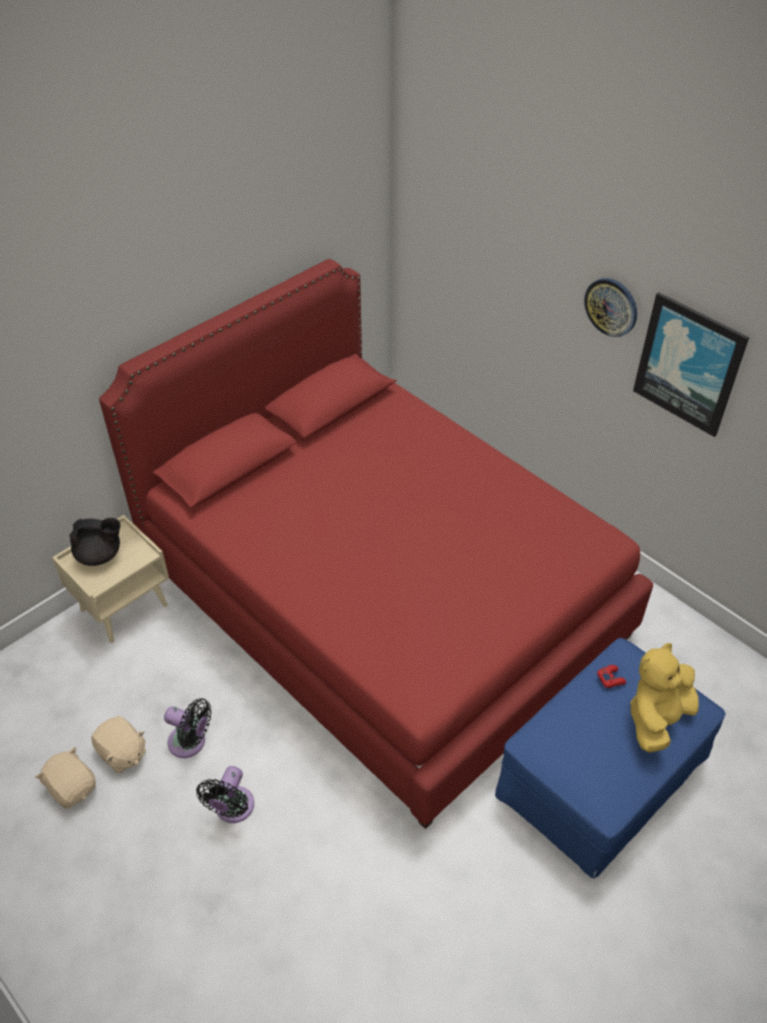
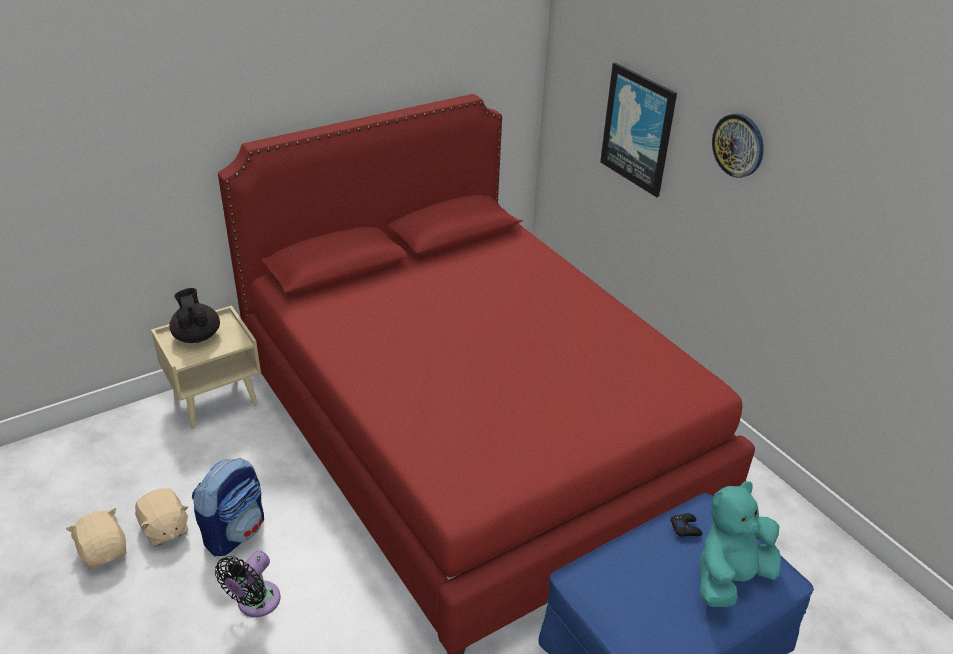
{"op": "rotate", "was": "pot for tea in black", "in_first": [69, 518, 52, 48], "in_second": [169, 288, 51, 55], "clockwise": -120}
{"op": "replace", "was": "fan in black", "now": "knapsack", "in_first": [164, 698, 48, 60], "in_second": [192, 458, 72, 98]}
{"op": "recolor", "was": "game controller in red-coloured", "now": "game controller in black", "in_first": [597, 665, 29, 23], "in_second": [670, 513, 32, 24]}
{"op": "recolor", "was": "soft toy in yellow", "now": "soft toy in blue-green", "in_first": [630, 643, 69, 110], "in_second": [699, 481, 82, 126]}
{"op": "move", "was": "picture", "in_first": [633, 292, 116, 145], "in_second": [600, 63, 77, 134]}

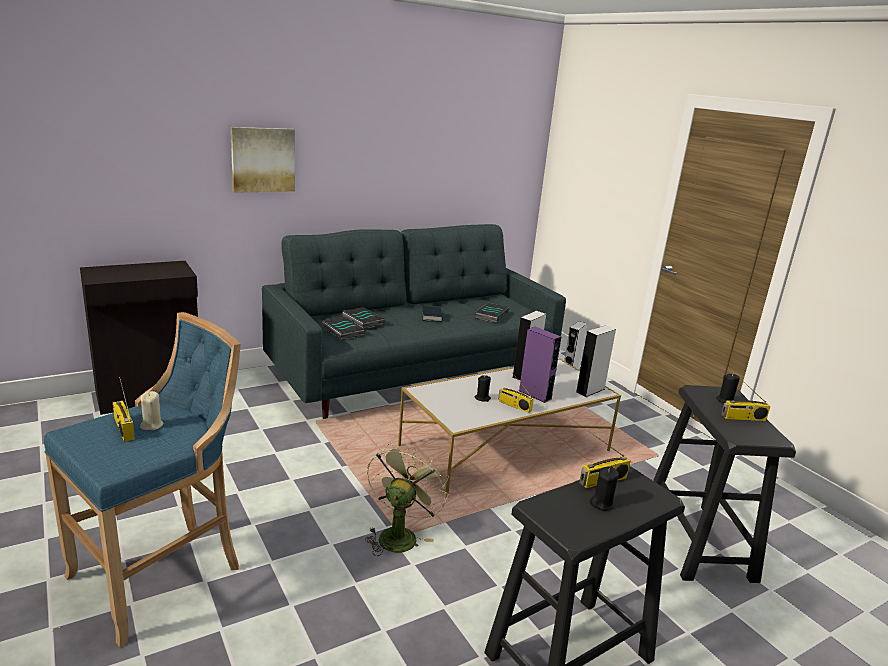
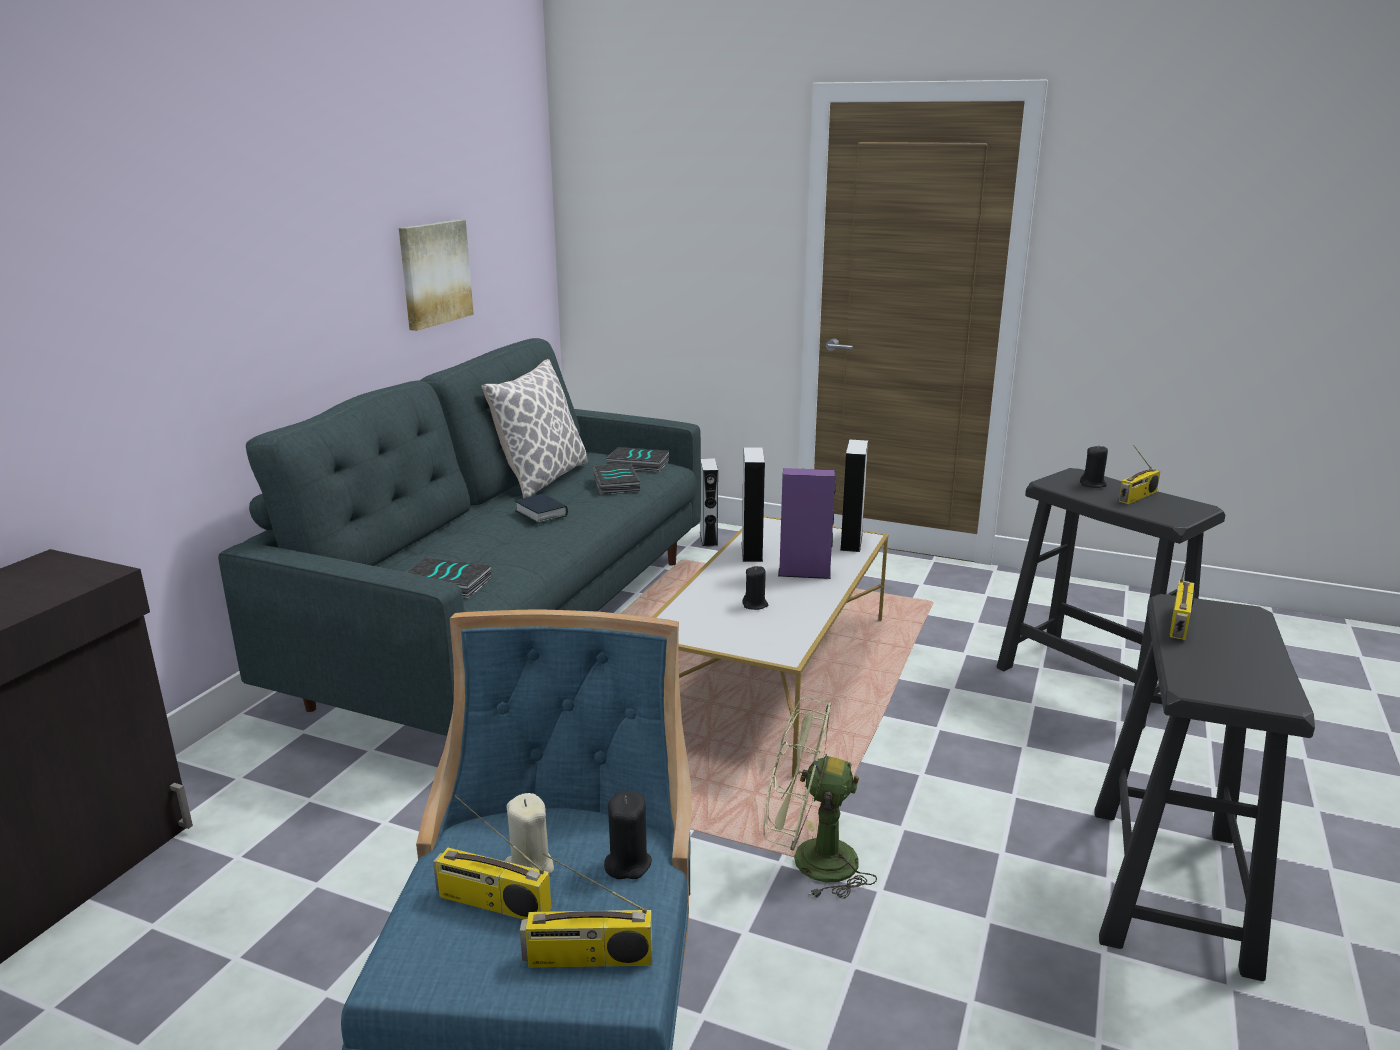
{"op": "move", "was": "picture", "in_first": [231, 127, 64, 66], "in_second": [399, 220, 75, 111]}
{"op": "move", "was": "volume", "in_first": [343, 307, 41, 22], "in_second": [606, 447, 63, 25]}
{"op": "rotate", "was": "fan in greenish", "in_first": [365, 443, 84, 113], "in_second": [764, 697, 113, 202], "clockwise": -60}
{"op": "move", "was": "radio receiver", "in_first": [498, 370, 36, 43], "in_second": [520, 853, 132, 115]}
{"op": "move", "was": "candle in black", "in_first": [590, 467, 29, 44], "in_second": [604, 791, 48, 88]}
{"op": "insert", "now": "cushion", "in_second": [481, 359, 106, 139]}

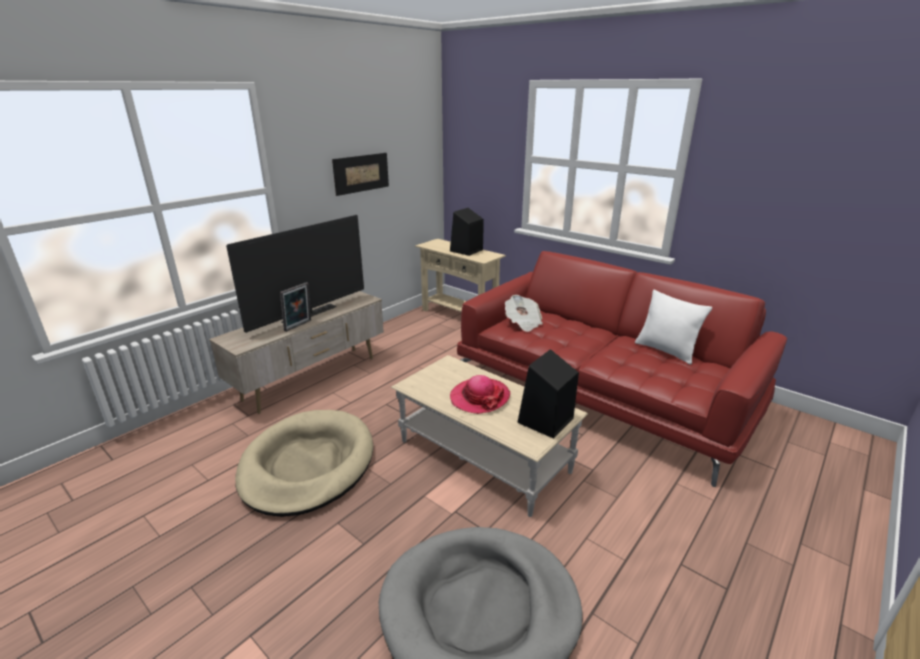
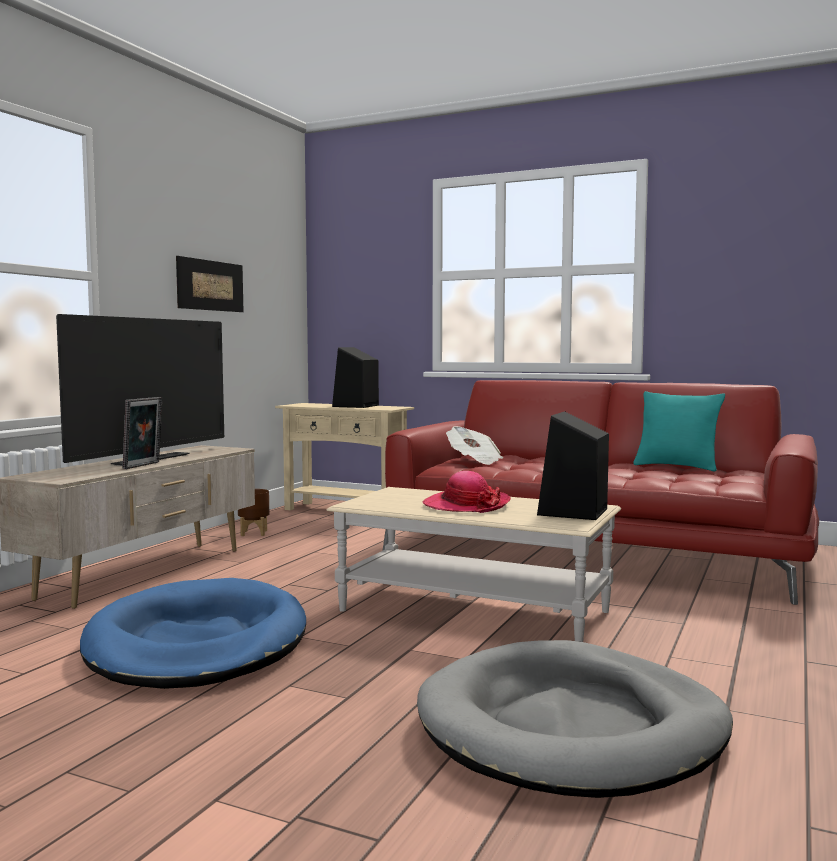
{"op": "recolor", "was": "pet bed in sand-coloured", "now": "pet bed in blue-coloured", "in_first": [235, 410, 138, 107], "in_second": [80, 578, 226, 111]}
{"op": "recolor", "was": "cushion in whitish", "now": "cushion in blue-green", "in_first": [635, 290, 77, 75], "in_second": [633, 391, 92, 81]}
{"op": "insert", "now": "flower pot in brown", "in_second": [238, 489, 31, 47]}

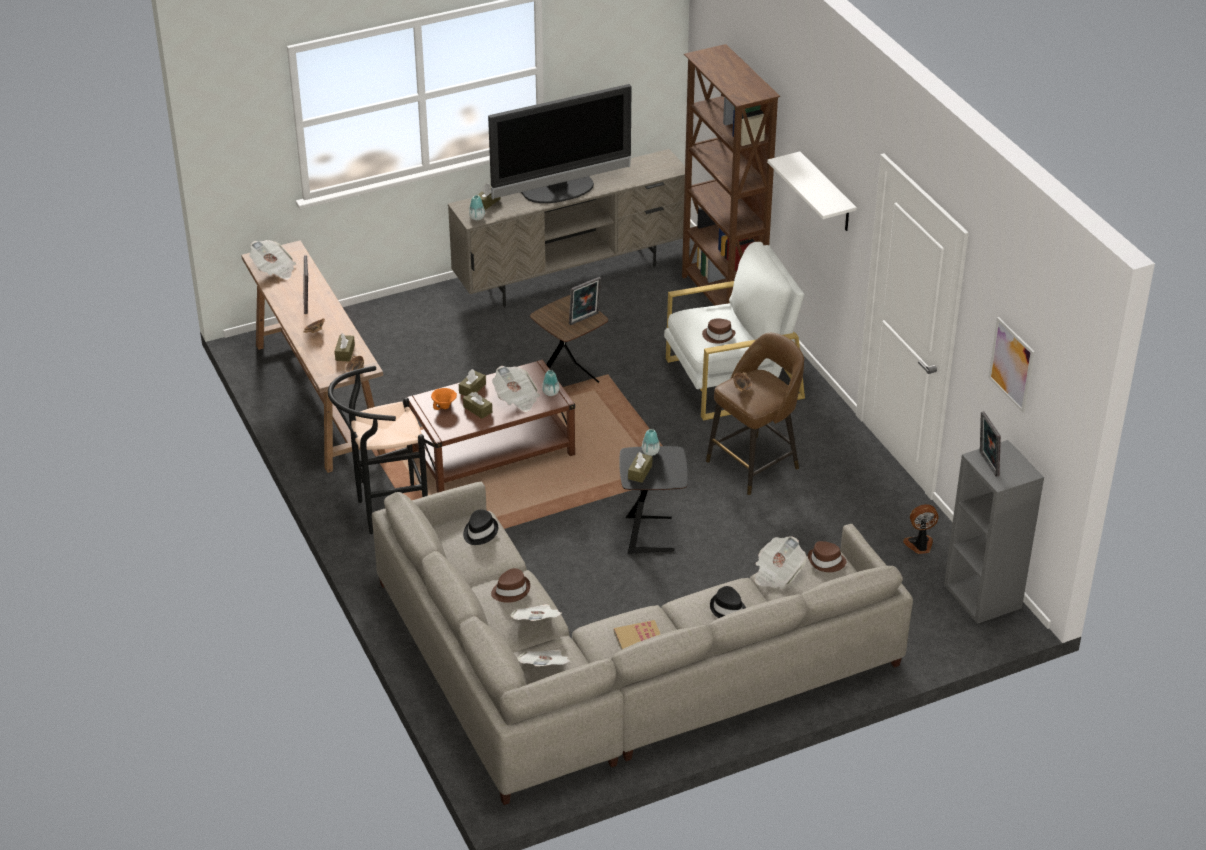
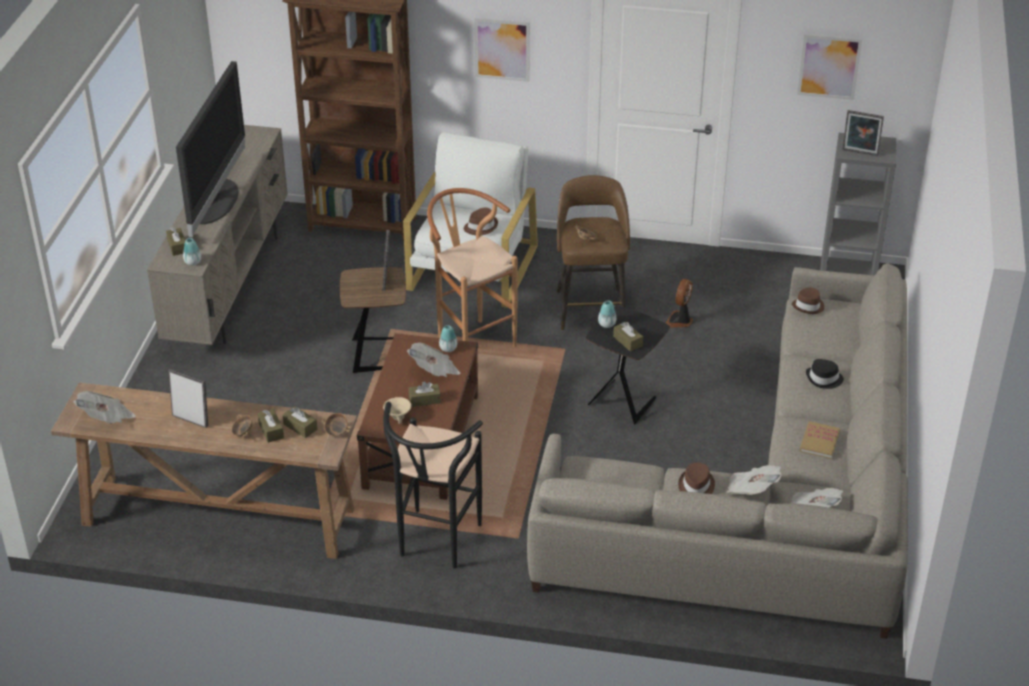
{"op": "recolor", "was": "bowl in orange-coloured", "now": "bowl in sand-coloured", "in_first": [431, 388, 26, 22], "in_second": [383, 397, 28, 27]}
{"op": "move", "was": "tissue holder in brown", "in_first": [459, 369, 27, 27], "in_second": [258, 409, 26, 34]}
{"op": "delete", "was": "clothing hat in black", "in_first": [463, 510, 35, 35]}
{"op": "delete", "was": "newspaper", "in_first": [754, 536, 52, 53]}
{"op": "replace", "was": "shelf in whitish", "now": "picture", "in_first": [767, 151, 90, 80], "in_second": [475, 18, 55, 64]}
{"op": "move", "was": "fan", "in_first": [903, 504, 35, 50], "in_second": [666, 279, 27, 49]}
{"op": "insert", "now": "sitting stool in brown", "in_second": [427, 188, 91, 159]}

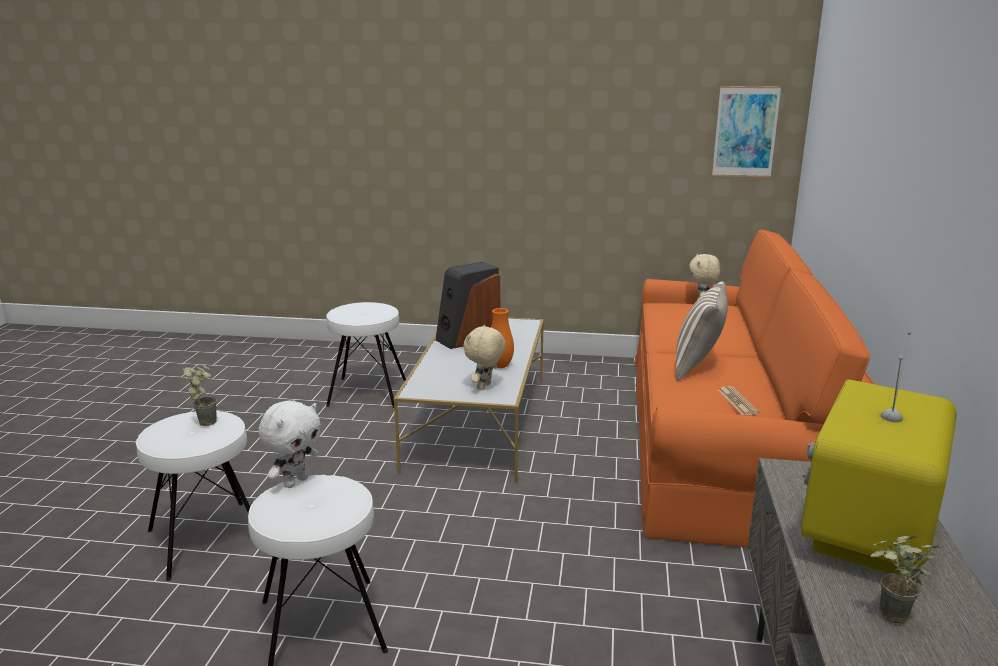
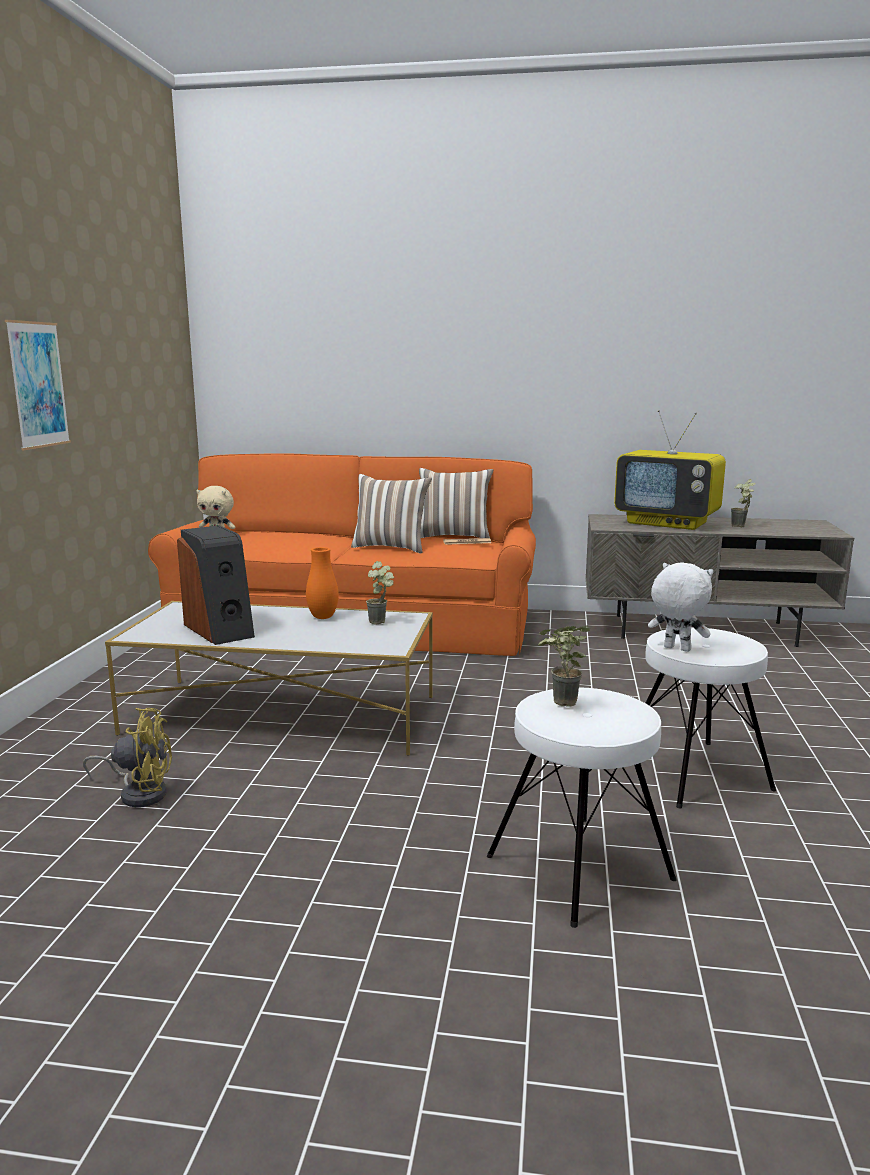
{"op": "replace", "was": "sitting stool in whitish", "now": "fan in yellow", "in_first": [326, 302, 80, 106], "in_second": [83, 708, 89, 99]}
{"op": "replace", "was": "soft toy in sand-coloured", "now": "plant in a pot", "in_first": [464, 325, 42, 65], "in_second": [366, 561, 28, 64]}
{"op": "move", "was": "picture", "in_first": [712, 86, 69, 91], "in_second": [5, 320, 66, 130]}
{"op": "insert", "now": "cushion", "in_second": [419, 468, 74, 70]}

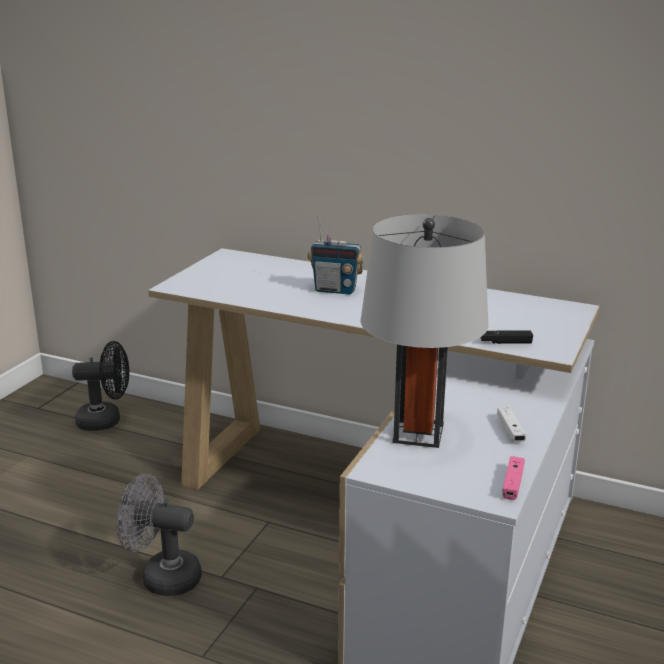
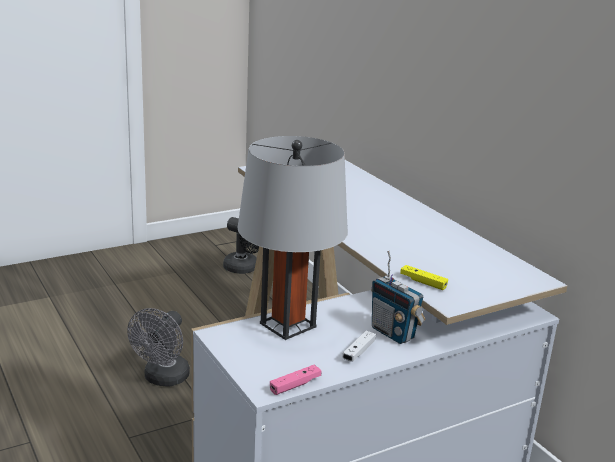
{"op": "rotate", "was": "fan in greyish", "in_first": [117, 474, 85, 122], "in_second": [127, 308, 63, 79], "clockwise": -120}
{"op": "move", "was": "radio receiver", "in_first": [308, 216, 56, 78], "in_second": [371, 251, 55, 93]}
{"op": "recolor", "was": "game controller in black", "now": "game controller in yellow", "in_first": [480, 331, 53, 13], "in_second": [400, 265, 48, 25]}

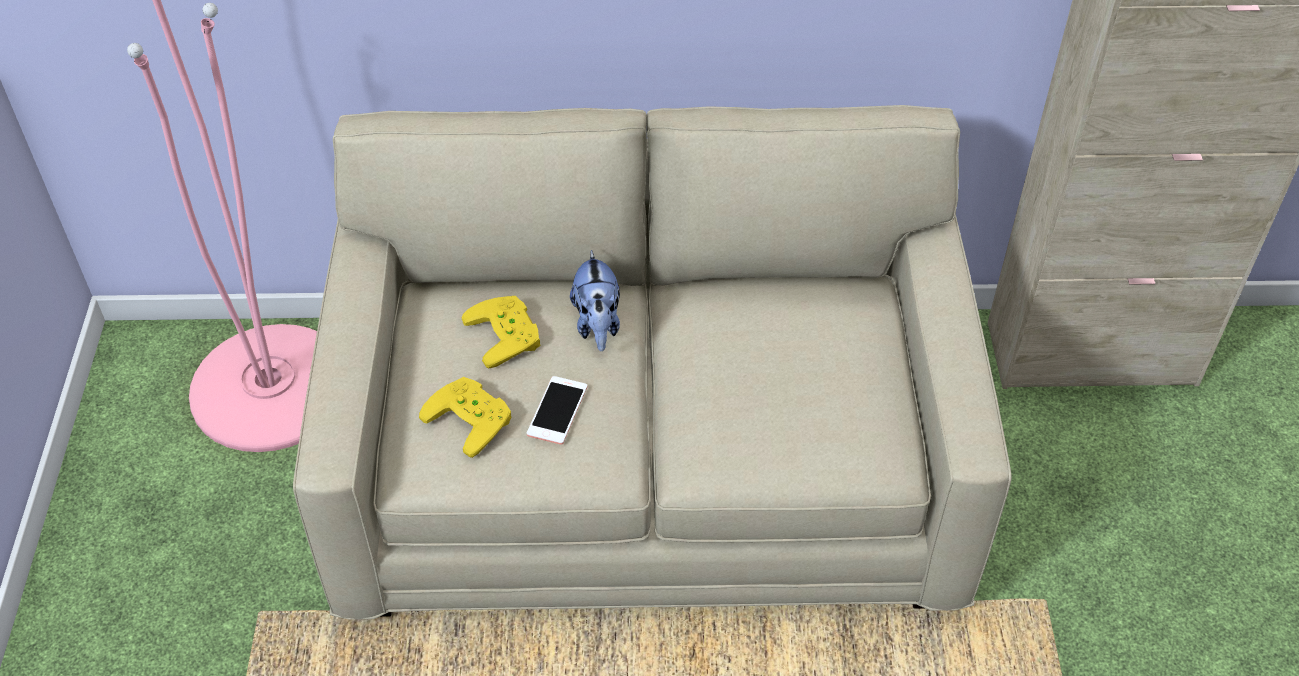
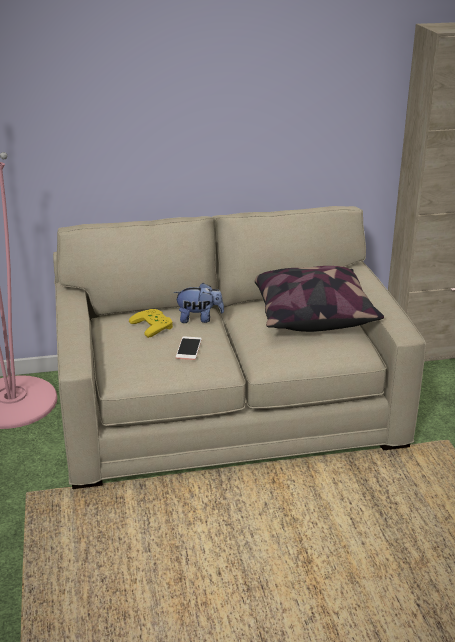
{"op": "delete", "was": "game controller in yellow", "in_first": [419, 377, 93, 81]}
{"op": "rotate", "was": "soft toy", "in_first": [570, 250, 50, 101], "in_second": [174, 283, 50, 40], "clockwise": -75}
{"op": "insert", "now": "cushion", "in_second": [255, 266, 129, 66]}

